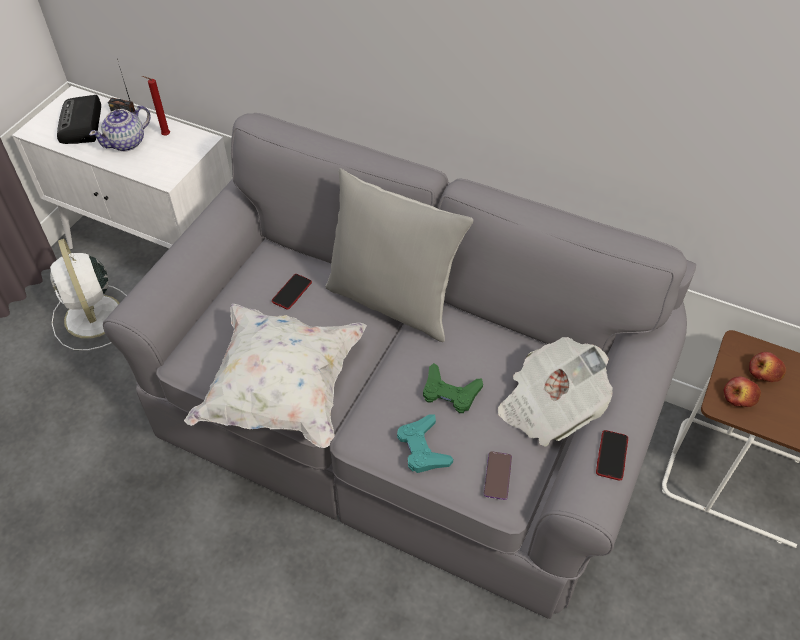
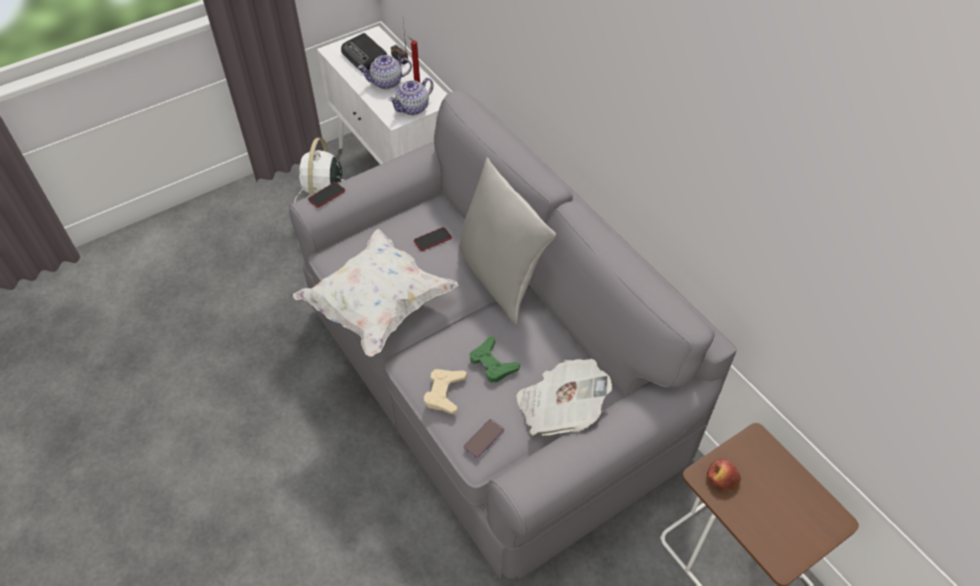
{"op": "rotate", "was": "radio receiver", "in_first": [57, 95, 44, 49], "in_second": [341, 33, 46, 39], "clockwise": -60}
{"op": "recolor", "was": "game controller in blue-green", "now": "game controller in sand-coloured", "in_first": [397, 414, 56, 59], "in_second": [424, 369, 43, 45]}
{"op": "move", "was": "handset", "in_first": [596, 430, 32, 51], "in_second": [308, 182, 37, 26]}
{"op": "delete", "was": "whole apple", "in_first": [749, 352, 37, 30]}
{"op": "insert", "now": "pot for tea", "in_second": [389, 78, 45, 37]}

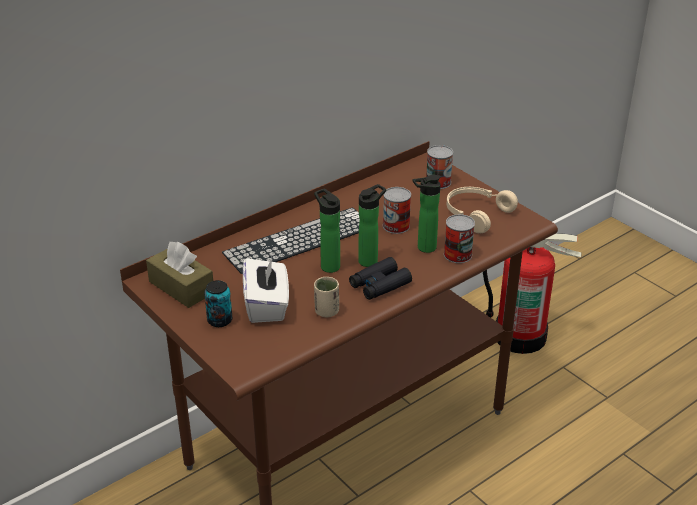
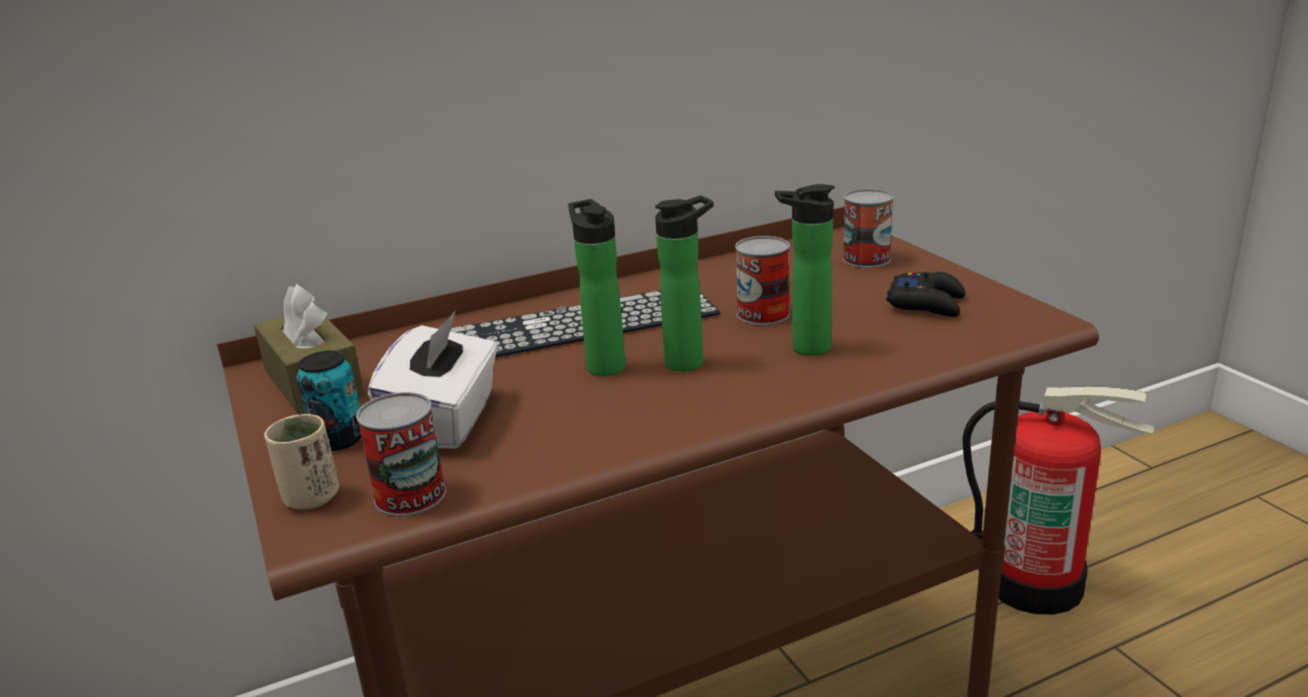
{"op": "move", "was": "cup in sand-coloured", "in_first": [314, 277, 25, 41], "in_second": [264, 414, 75, 96]}
{"op": "delete", "was": "binoculars in black", "in_first": [349, 257, 63, 43]}
{"op": "move", "was": "sealed can", "in_first": [444, 214, 31, 49], "in_second": [356, 392, 90, 124]}
{"op": "replace", "was": "headphones in sand-coloured", "now": "game controller in black", "in_first": [447, 187, 71, 46], "in_second": [887, 272, 78, 45]}

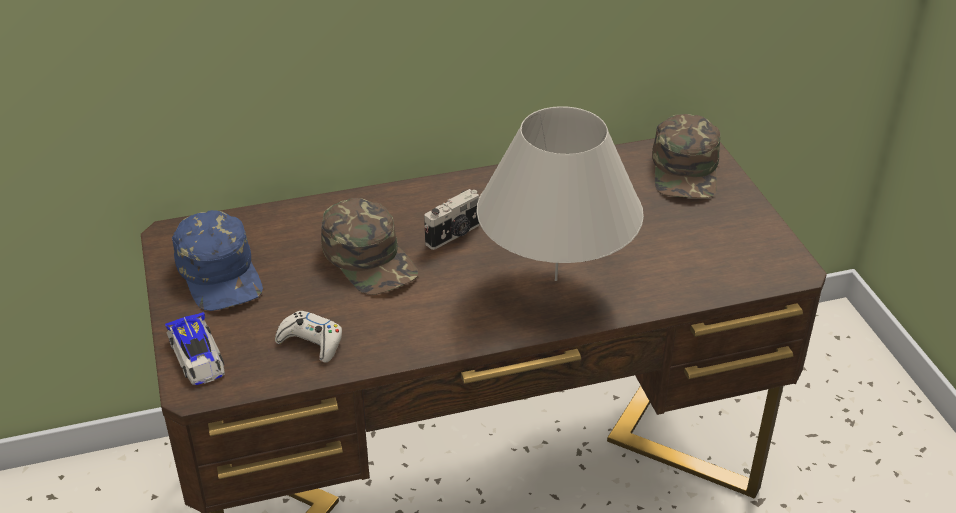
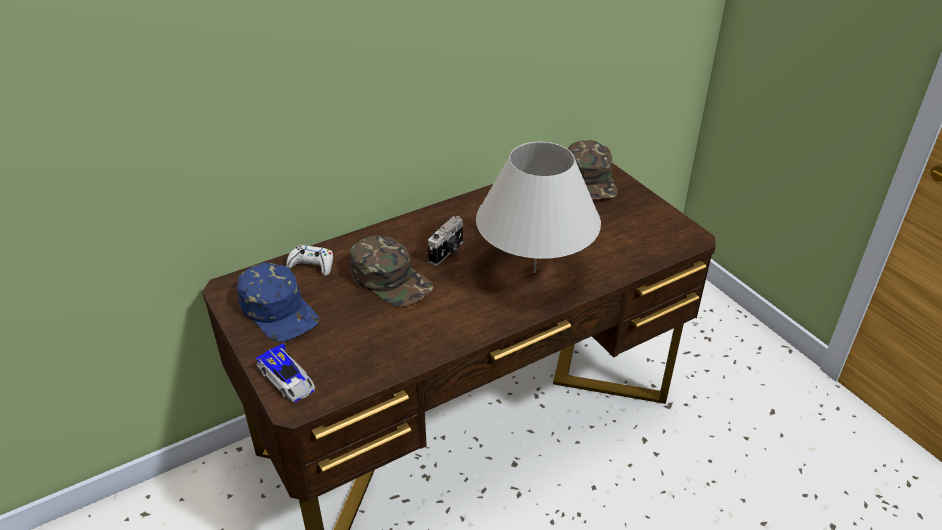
{"op": "move", "was": "game controller in whitish", "in_first": [275, 311, 67, 52], "in_second": [286, 245, 47, 31]}

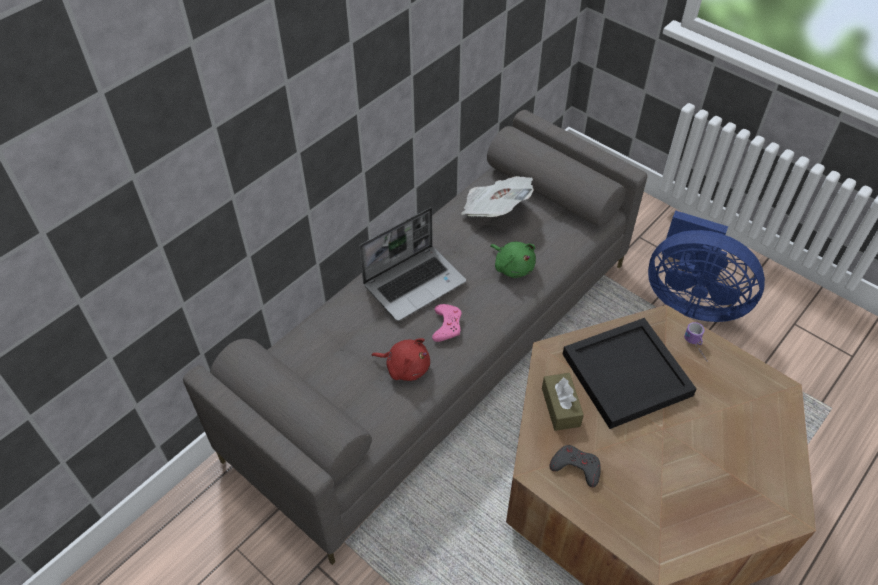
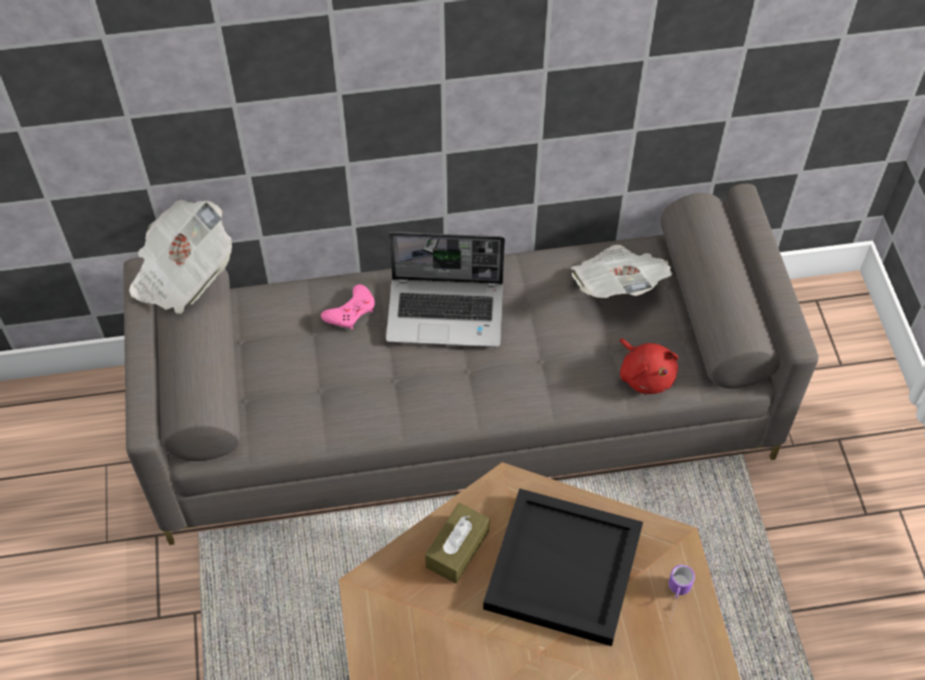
{"op": "move", "was": "soft toy in red-coloured", "in_first": [372, 338, 58, 43], "in_second": [619, 338, 60, 56]}
{"op": "move", "was": "game controller in pinkish", "in_first": [432, 304, 30, 38], "in_second": [321, 284, 54, 46]}
{"op": "delete", "was": "soft toy in greenish", "in_first": [490, 241, 46, 37]}
{"op": "delete", "was": "game controller in greyish", "in_first": [550, 445, 50, 43]}
{"op": "delete", "was": "fan in blue-coloured", "in_first": [648, 210, 117, 112]}
{"op": "insert", "now": "newspaper", "in_second": [129, 200, 103, 114]}

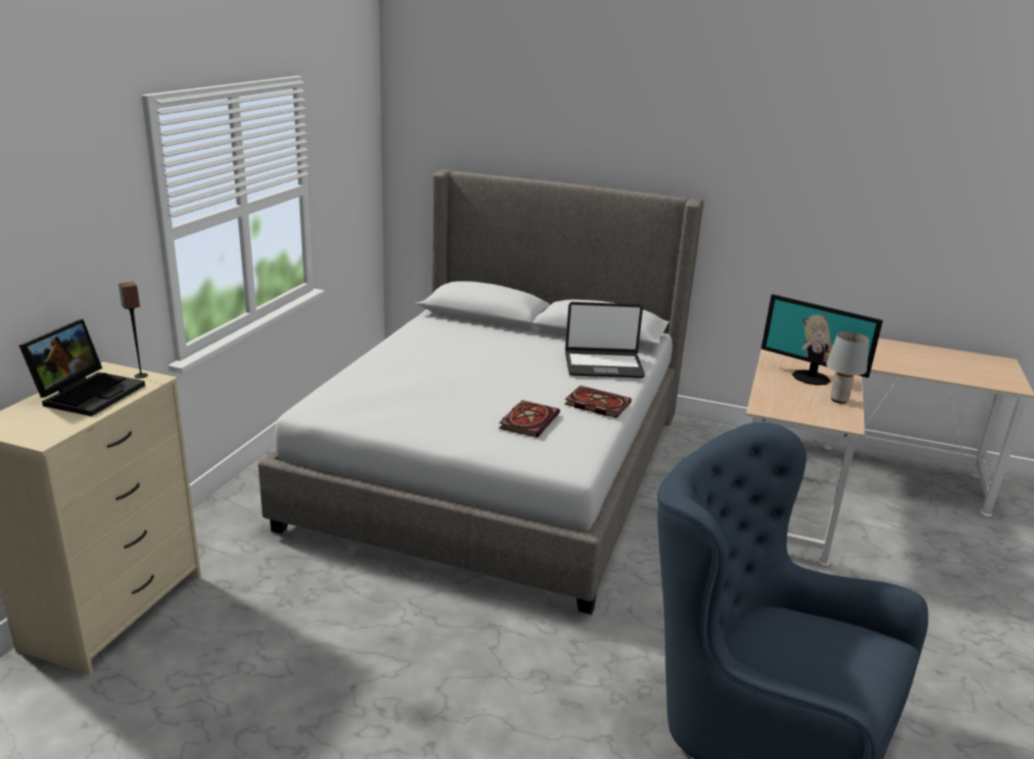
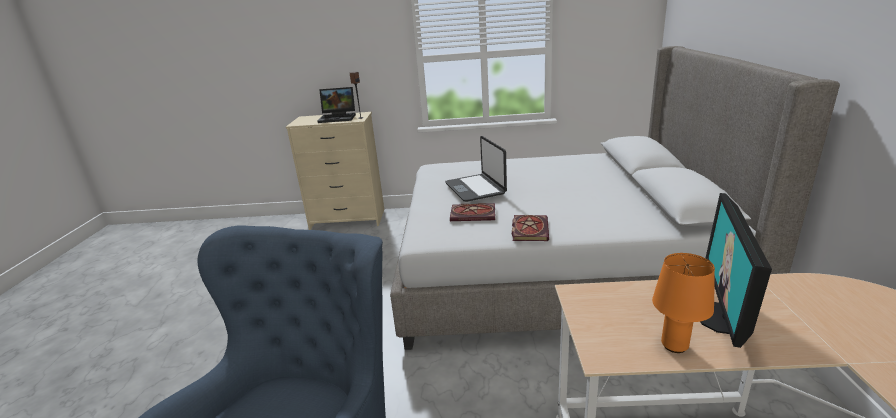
{"op": "move", "was": "portable computer", "in_first": [565, 302, 80, 76], "in_second": [445, 136, 62, 66]}
{"op": "recolor", "was": "table lamp in greyish", "now": "table lamp in orange-coloured", "in_first": [826, 332, 43, 72], "in_second": [652, 253, 63, 100]}

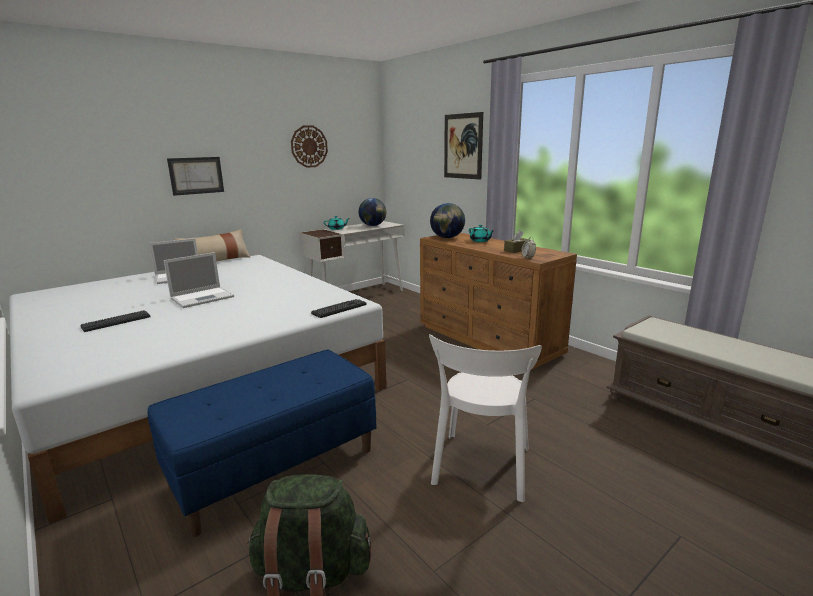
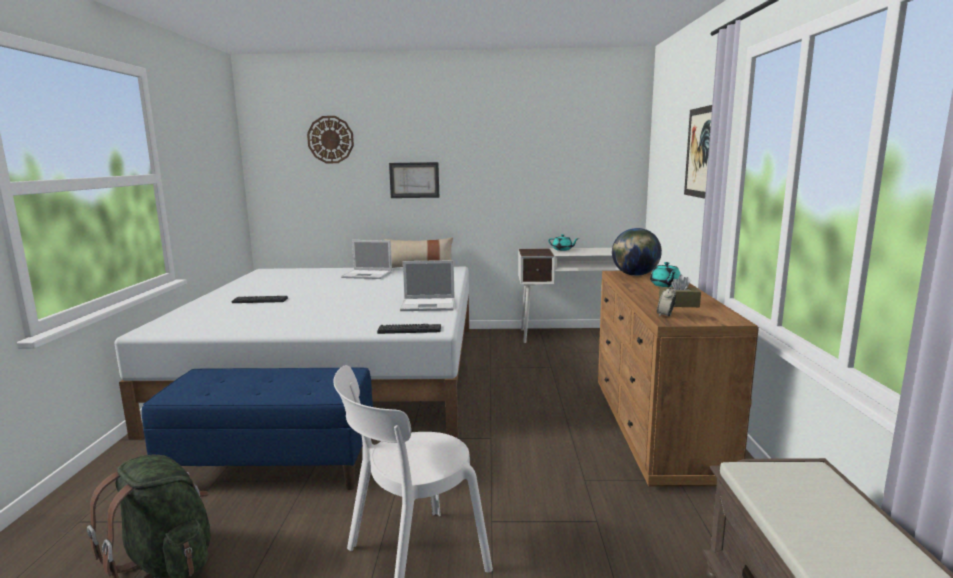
{"op": "move", "was": "portable computer", "in_first": [164, 252, 70, 56], "in_second": [400, 260, 55, 51]}
{"op": "move", "was": "clock on the wall", "in_first": [291, 125, 37, 43], "in_second": [307, 116, 47, 47]}
{"op": "delete", "was": "globe", "in_first": [359, 198, 27, 28]}

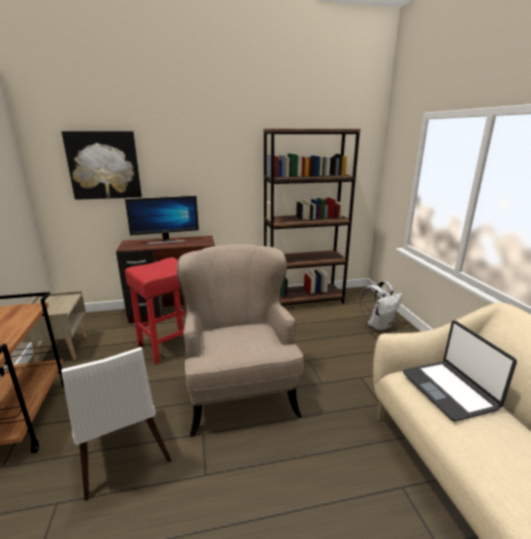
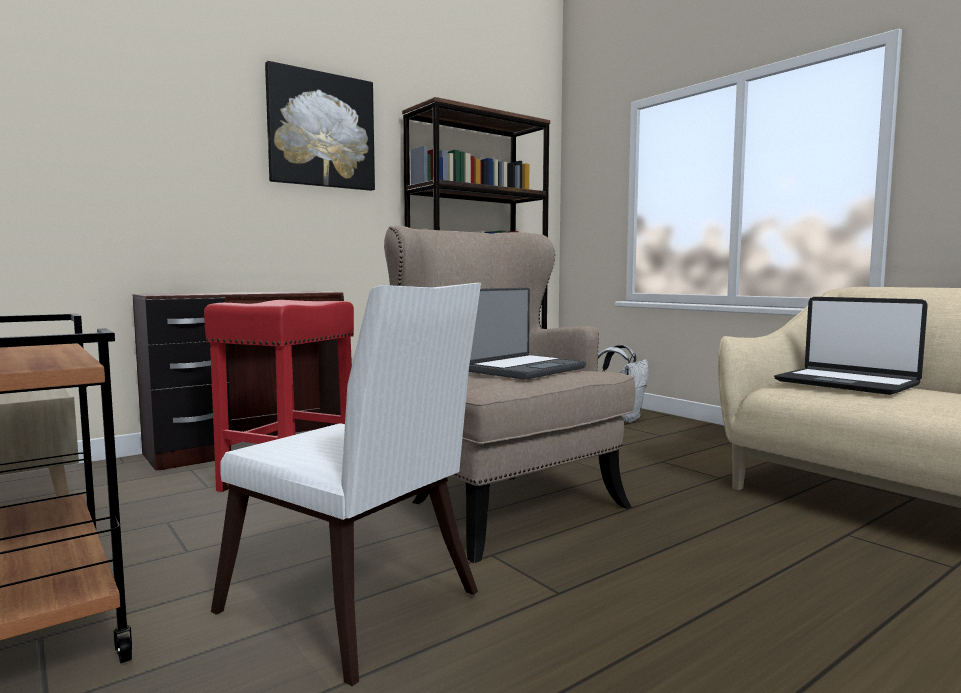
{"op": "move", "was": "picture", "in_first": [62, 131, 80, 69], "in_second": [265, 61, 110, 130]}
{"op": "delete", "was": "computer screen", "in_first": [125, 195, 74, 49]}
{"op": "insert", "now": "portable computer", "in_second": [469, 288, 117, 92]}

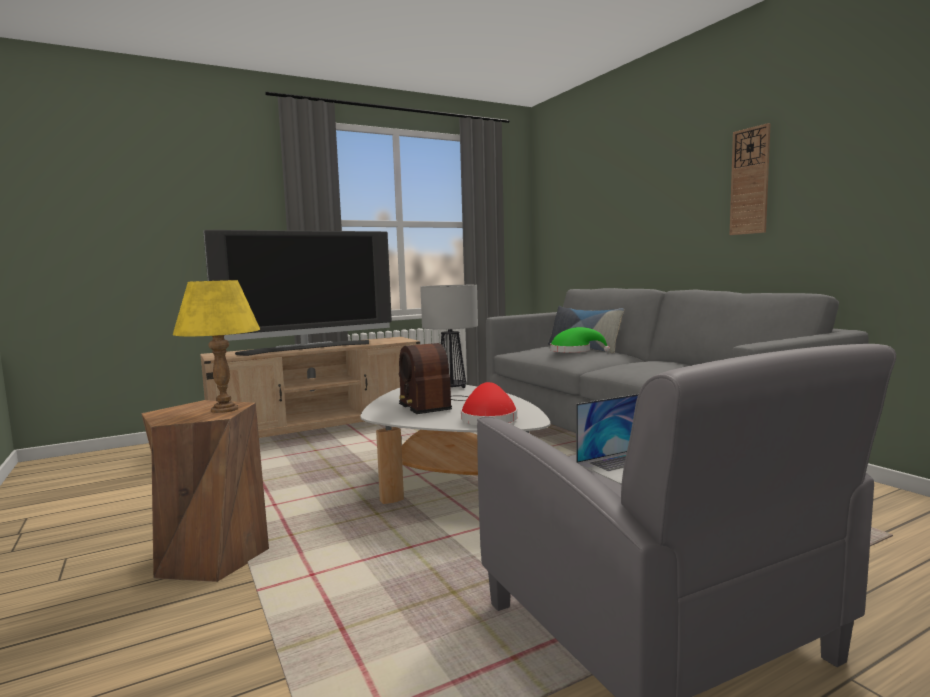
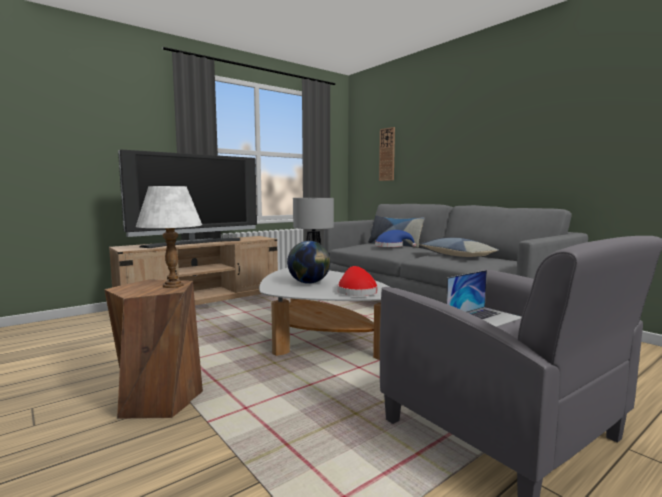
{"op": "recolor", "was": "table lamp in yellow", "now": "table lamp in whitish", "in_first": [173, 280, 87, 133], "in_second": [136, 186, 66, 102]}
{"op": "replace", "was": "radio receiver", "now": "globe", "in_first": [399, 343, 70, 71], "in_second": [287, 241, 43, 43]}
{"op": "recolor", "was": "clothing hat in greenish", "now": "clothing hat in blue-coloured", "in_first": [550, 327, 60, 26], "in_second": [375, 230, 41, 17]}
{"op": "move", "was": "clock on the wall", "in_first": [730, 123, 41, 112], "in_second": [379, 127, 16, 54]}
{"op": "insert", "now": "cushion", "in_second": [419, 237, 80, 20]}

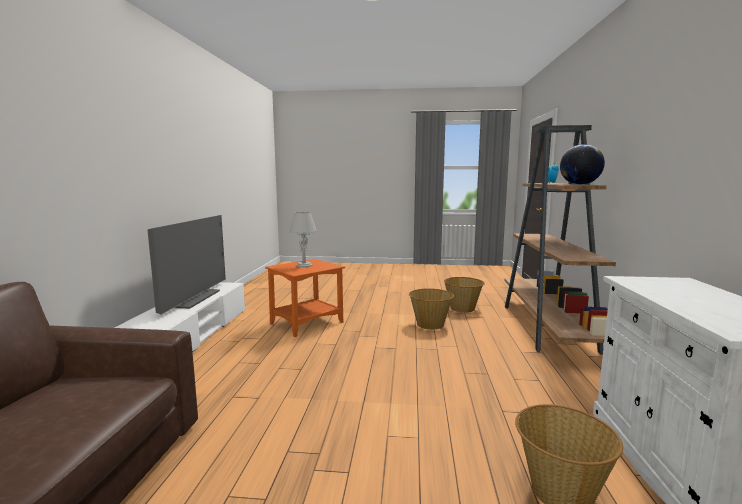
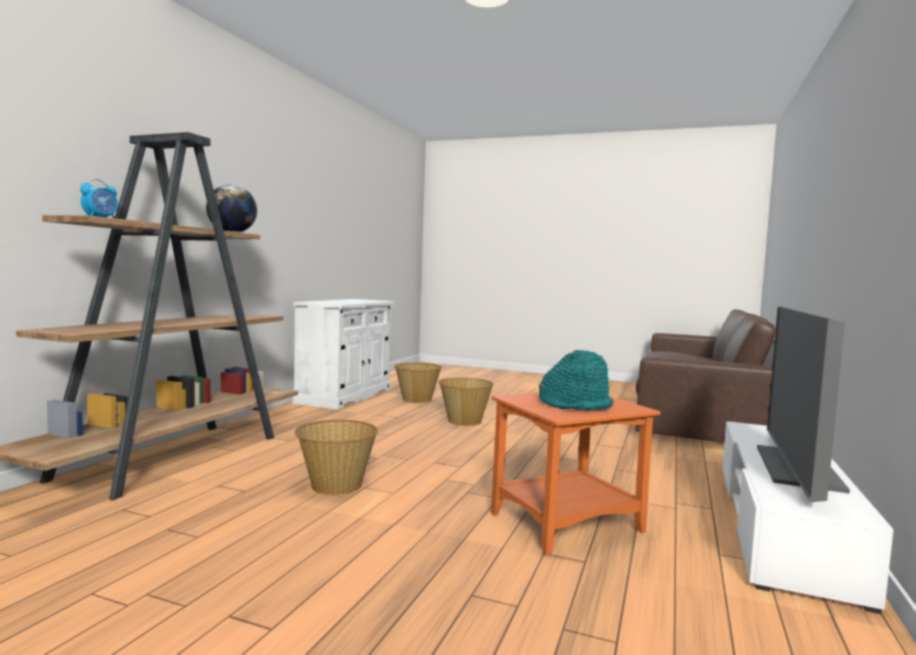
{"op": "replace", "was": "table lamp in greyish", "now": "clothing hat in blue-green", "in_first": [290, 212, 27, 55], "in_second": [539, 350, 74, 60]}
{"op": "move", "was": "basket", "in_first": [444, 277, 41, 36], "in_second": [438, 378, 56, 48]}

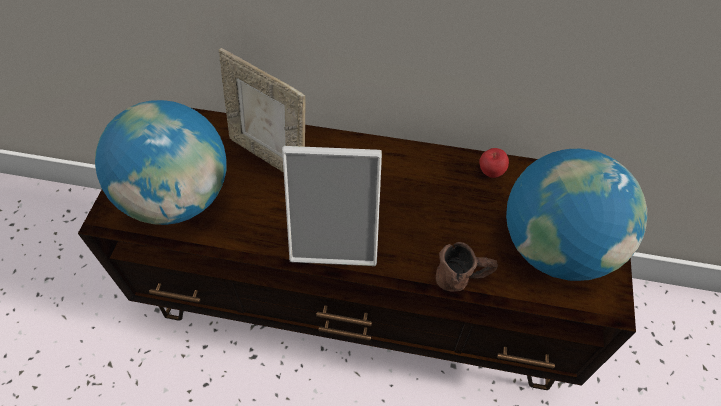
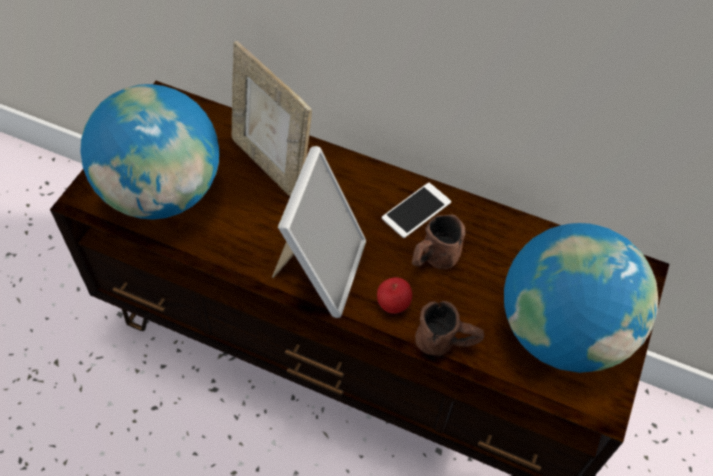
{"op": "rotate", "was": "picture frame", "in_first": [282, 146, 100, 120], "in_second": [272, 146, 94, 172], "clockwise": -90}
{"op": "move", "was": "whole apple", "in_first": [479, 148, 30, 30], "in_second": [377, 277, 35, 37]}
{"op": "insert", "now": "handset", "in_second": [382, 183, 69, 55]}
{"op": "insert", "now": "coffee mug in brown", "in_second": [412, 215, 53, 54]}

